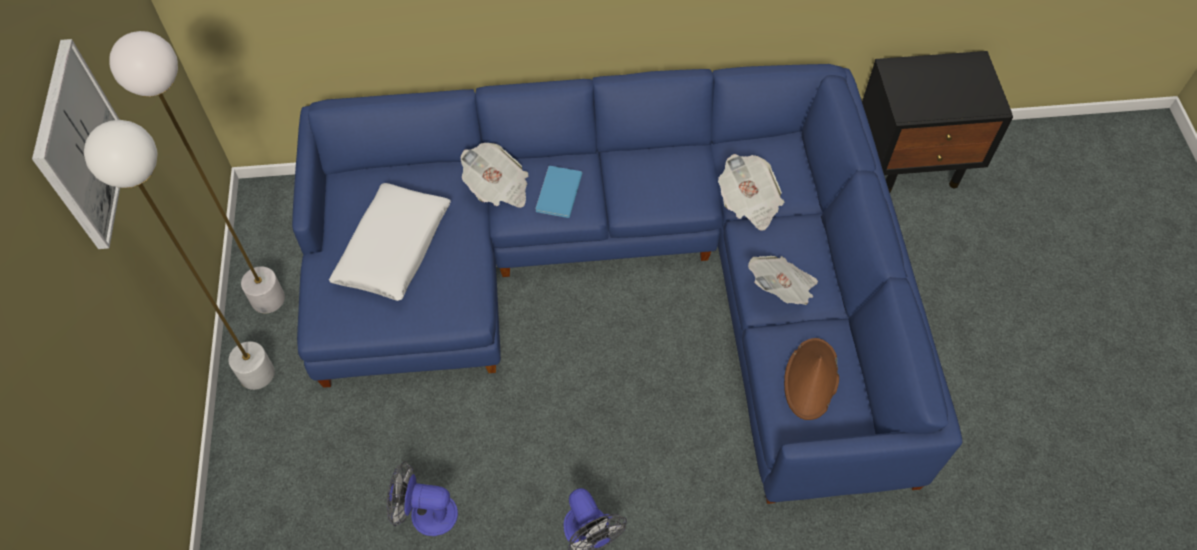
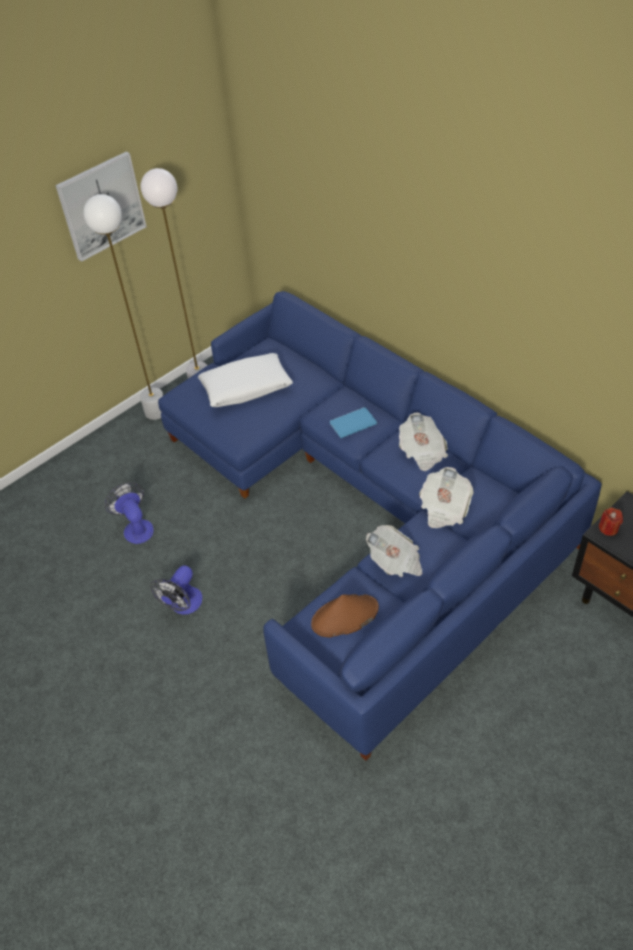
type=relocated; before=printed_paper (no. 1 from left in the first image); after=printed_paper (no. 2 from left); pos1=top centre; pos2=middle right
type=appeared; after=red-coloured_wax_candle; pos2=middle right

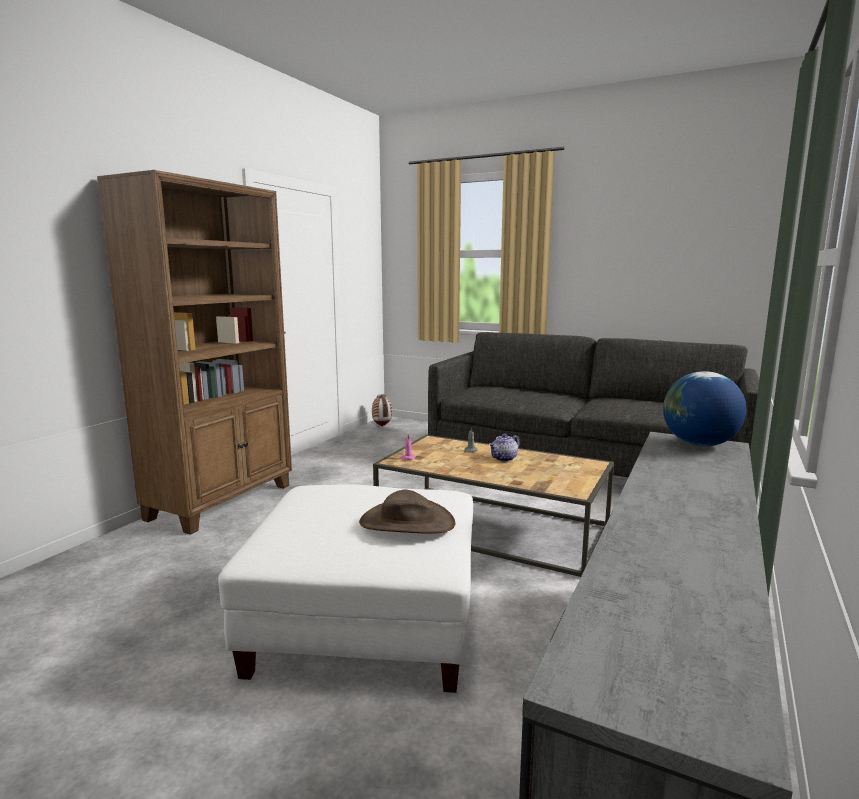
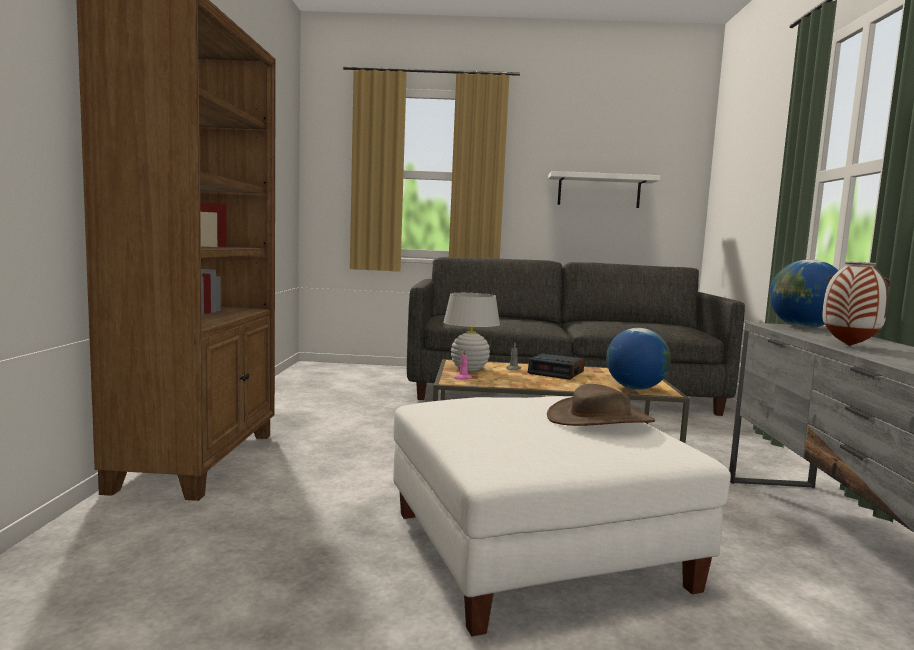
type=appeared; after=white-coloured_table_lamp; pos2=centre
type=exchanged; before=tea_pot; after=alarm_clock; pos1=centre; pos2=centre
type=appeared; after=white-coloured_shelf; pos2=top centre
type=appeared; after=desk_globe (no. 1 from left); pos2=middle right
type=relocated; before=decorative_vase; pos1=centre; pos2=middle right

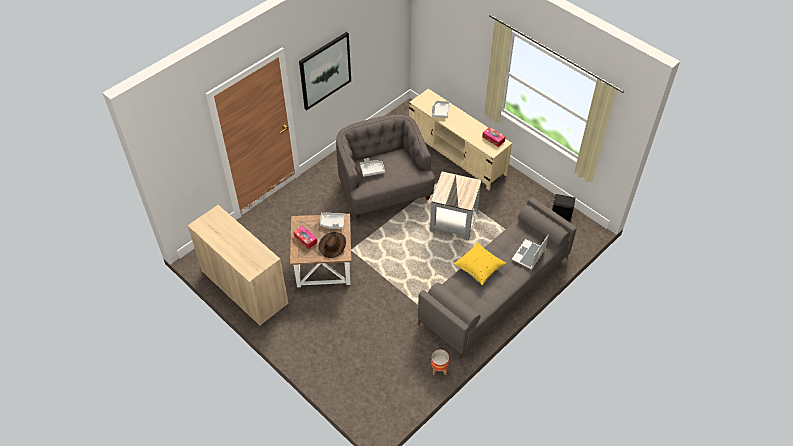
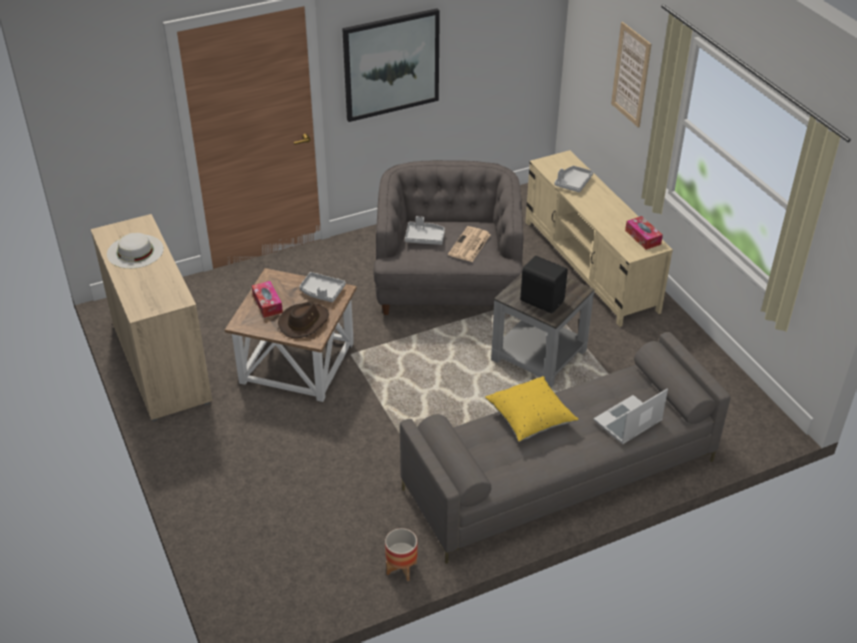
type=appeared; after=white-coloured_clothing_hat; pos2=middle left
type=appeared; after=printed_paper; pos2=centre
type=relocated; before=black-coloured_loudspeaker; pos1=middle right; pos2=centre
type=appeared; after=wall_picture (no. 2 from left); pos2=top right

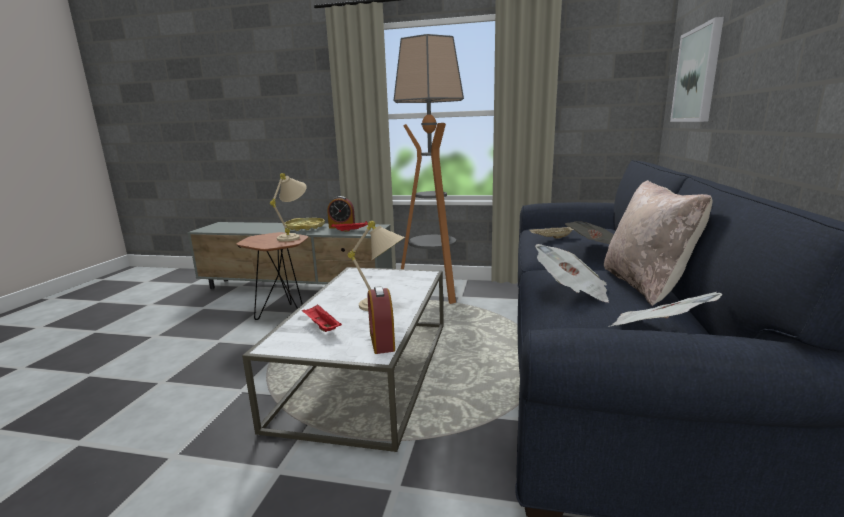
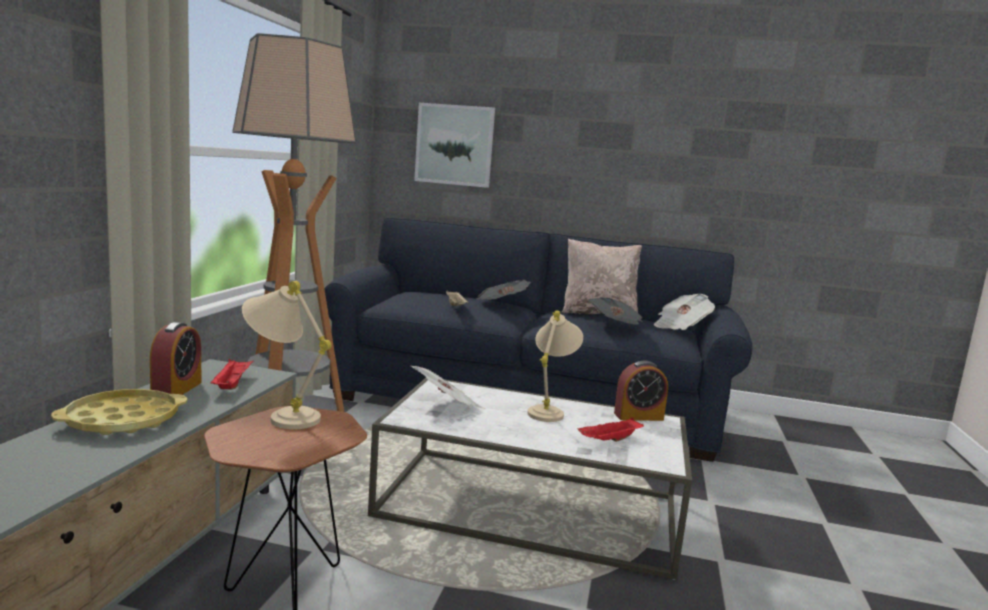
type=appeared; after=printed_paper (no. 1 from left); pos2=centre

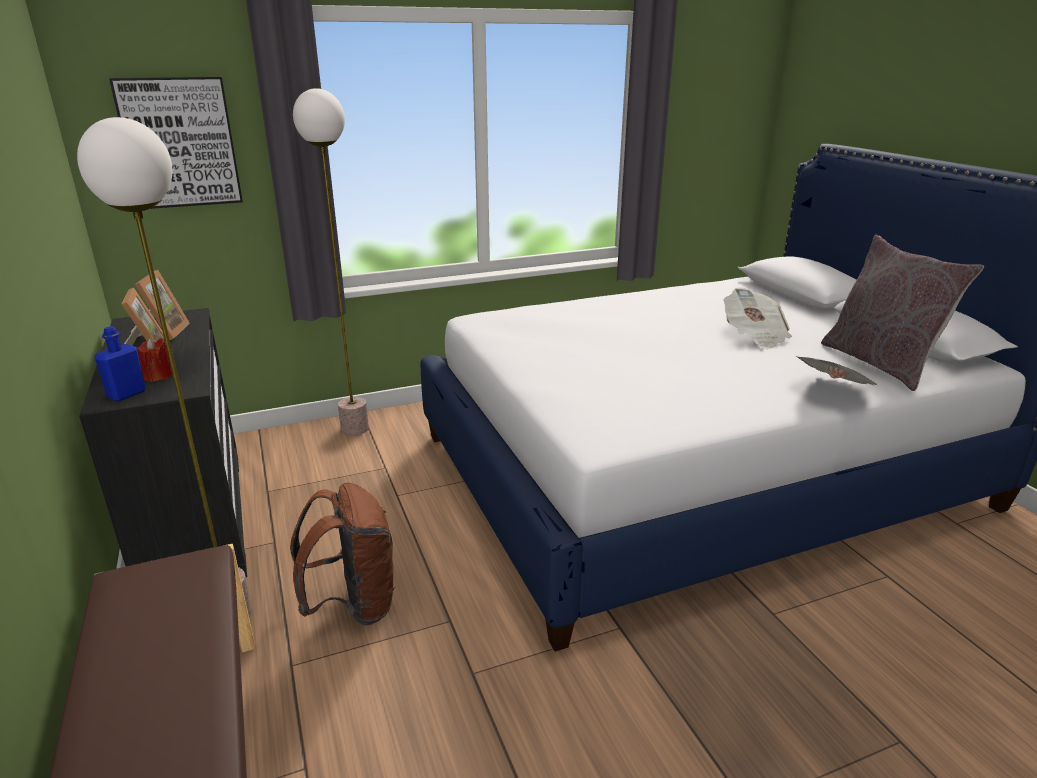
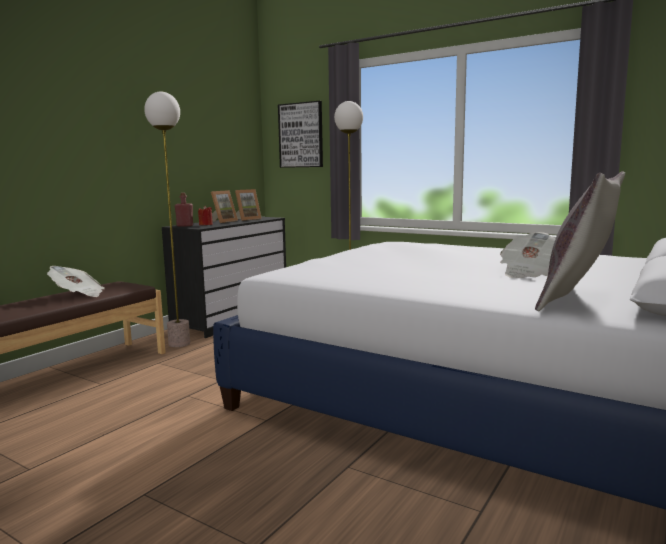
type=relocated; before=printed_paper (no. 2 from left in the first image); after=printed_paper (no. 1 from left); pos1=middle right; pos2=middle left
type=colour; before=blue_bottle; after=red-coloured_bottle; pos1=middle left; pos2=middle left
type=missing; before=brownish_rucksack; pos1=bottom left

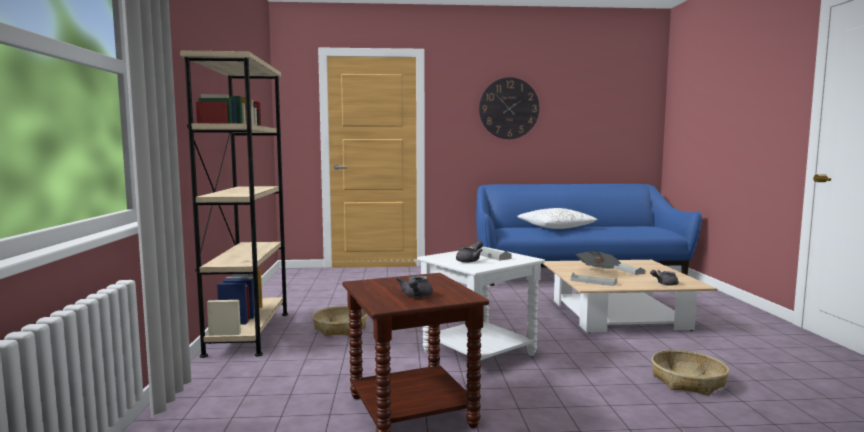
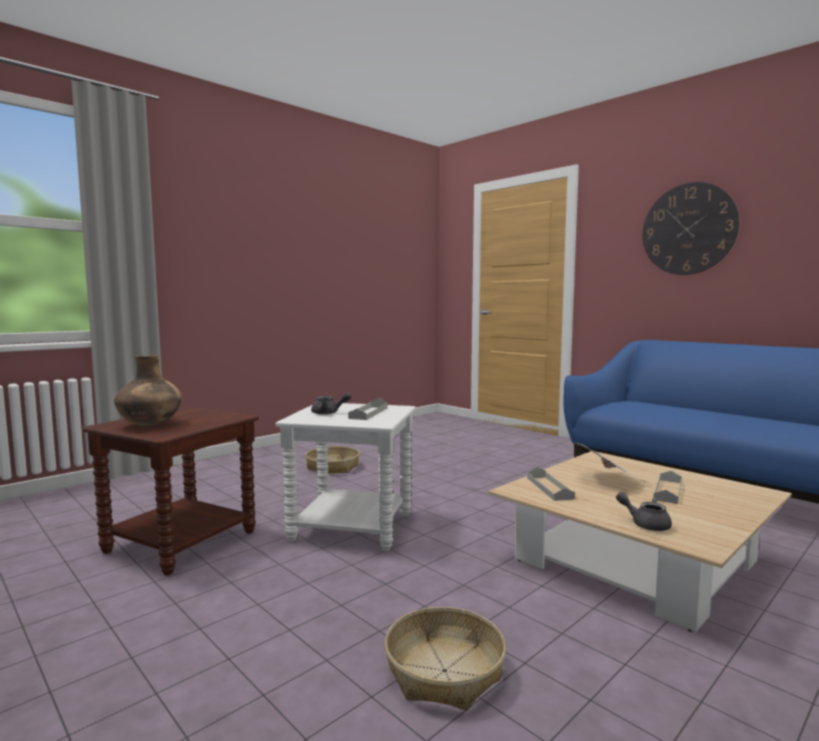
type=exchanged; before=gray_tea_pot (no. 1 from left); after=brownish_decorative_vase; pos1=centre; pos2=middle left
type=missing; before=beige_bookshelf; pos1=middle left
type=missing; before=white-coloured_cushion; pos1=centre

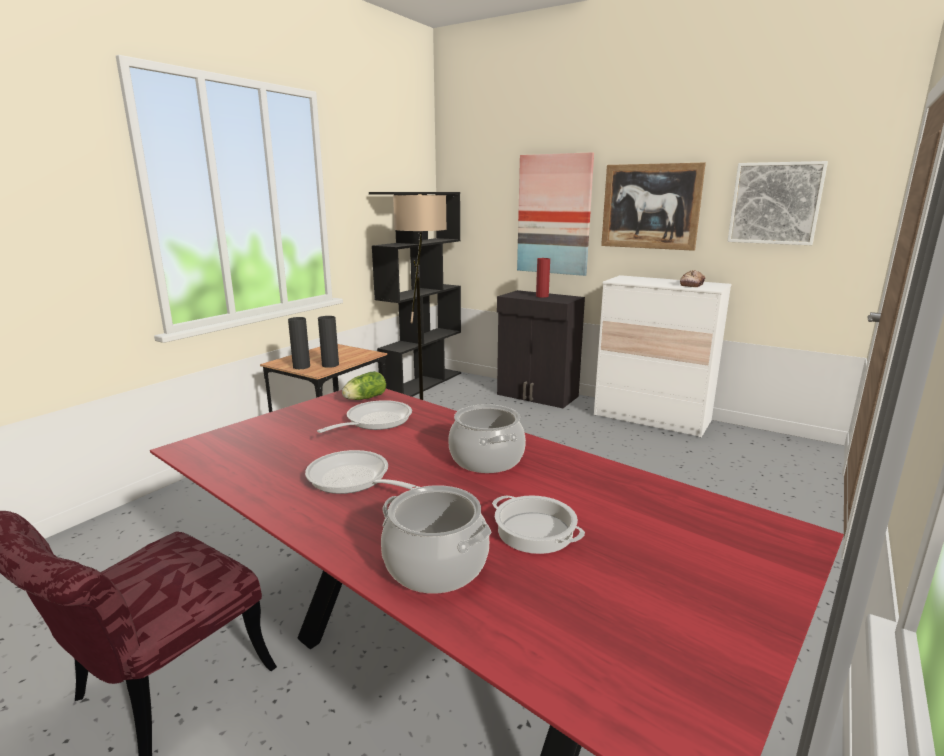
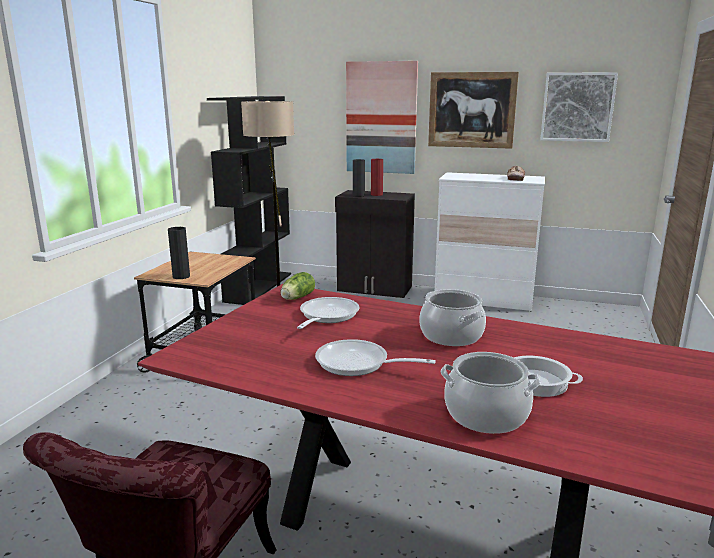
type=relocated; before=black-coloured_decorative_vase (no. 2 from left); pos1=centre; pos2=top centre

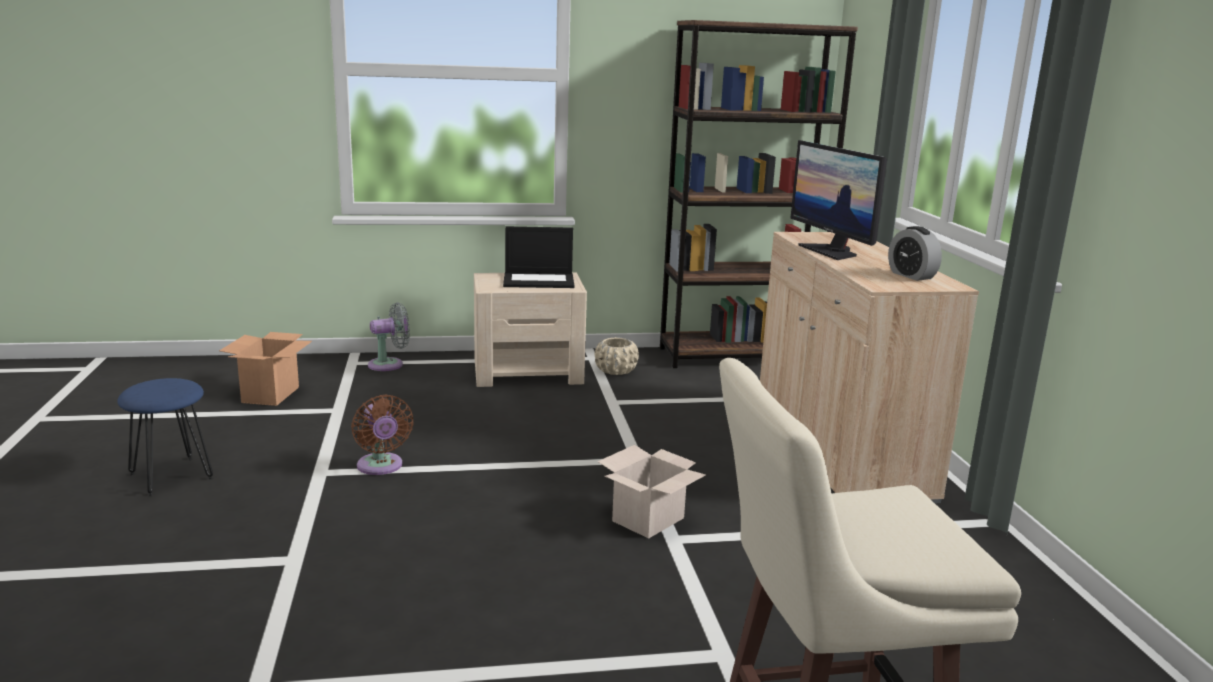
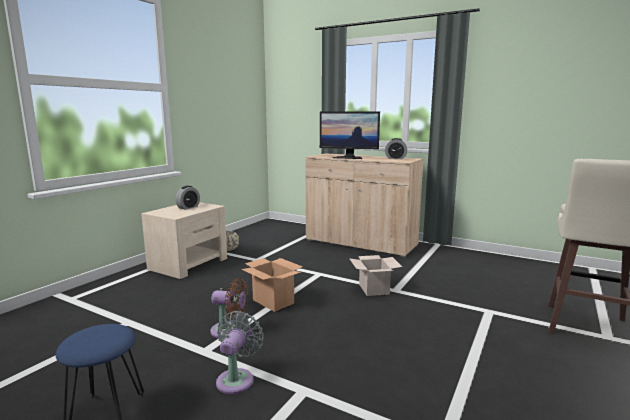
type=exchanged; before=notebook_computer; after=alarm_clock (no. 1 from left); pos1=centre; pos2=middle left
type=relocated; before=gray_electric_fan; pos1=middle left; pos2=bottom centre
type=relocated; before=cardboard_box (no. 1 from left); pos1=middle left; pos2=bottom centre
type=missing; before=brownish_bookshelf; pos1=top centre

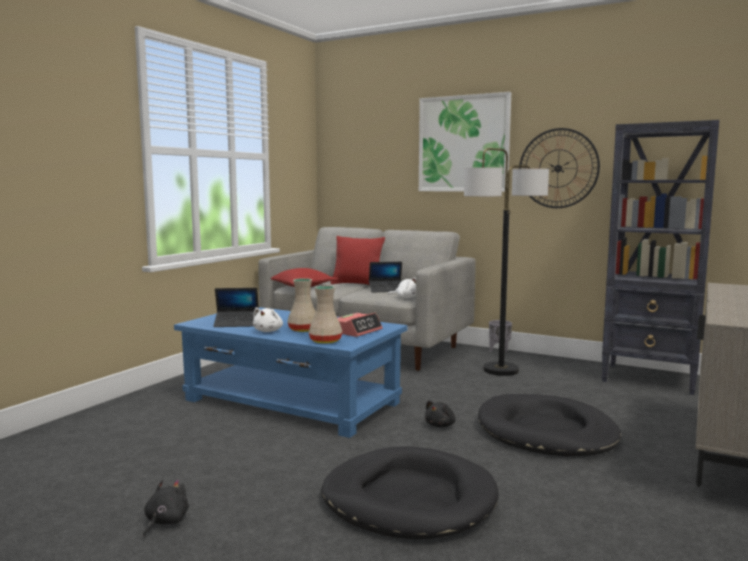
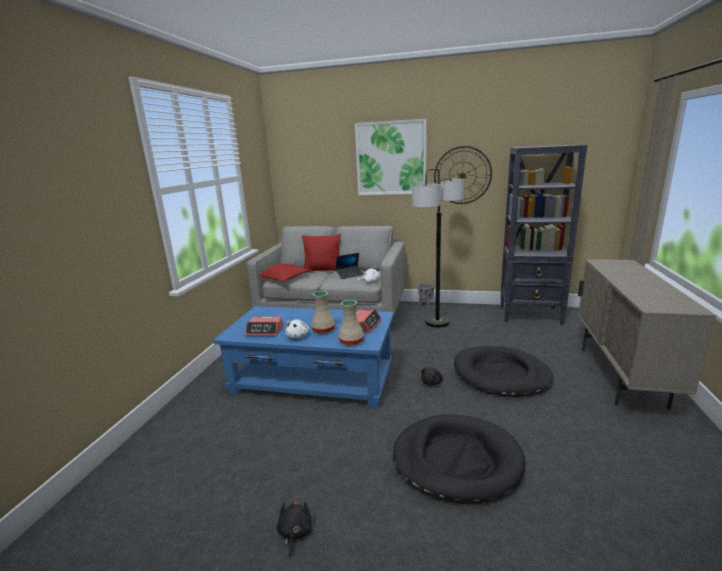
type=exchanged; before=notebook_computer (no. 1 from left); after=alarm_clock (no. 1 from left); pos1=middle left; pos2=centre

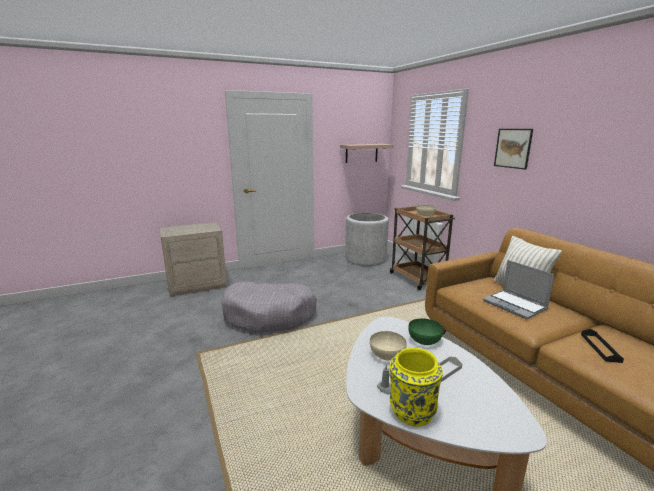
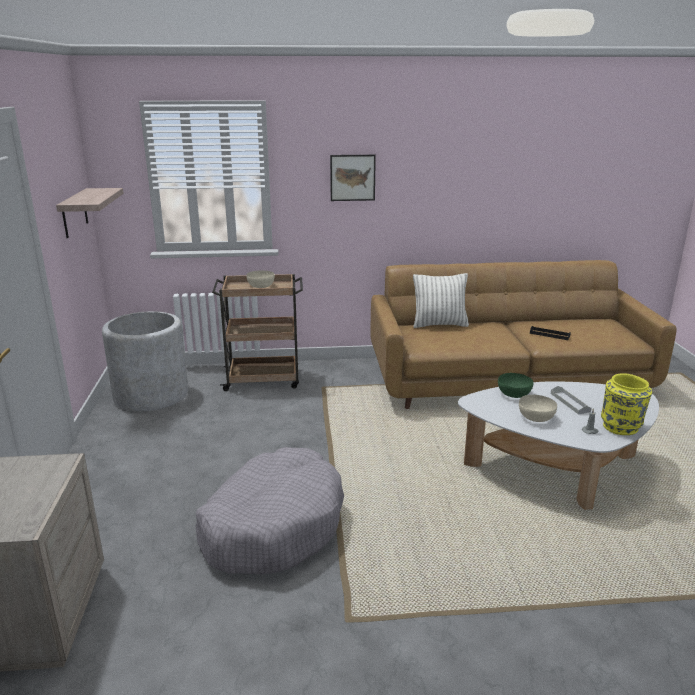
type=missing; before=notebook_computer; pos1=middle right

